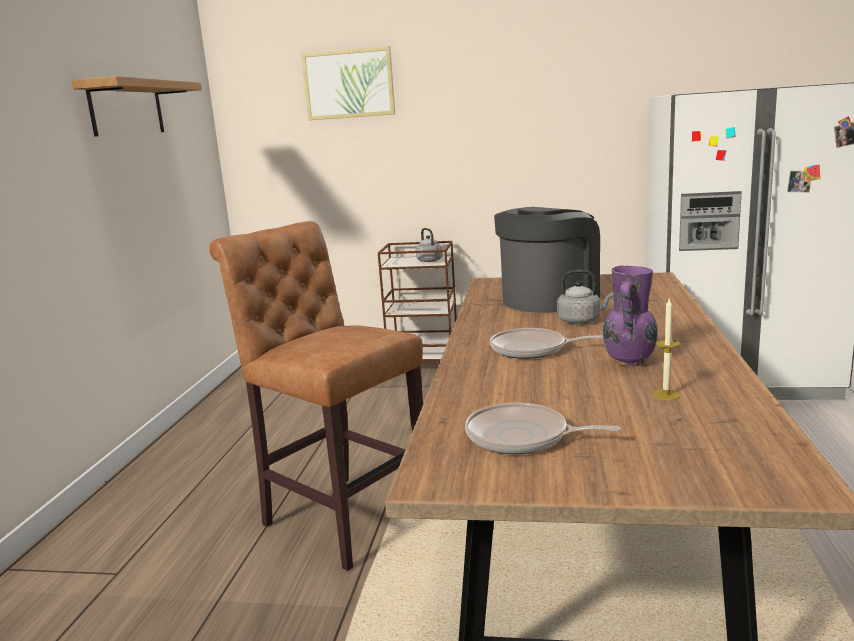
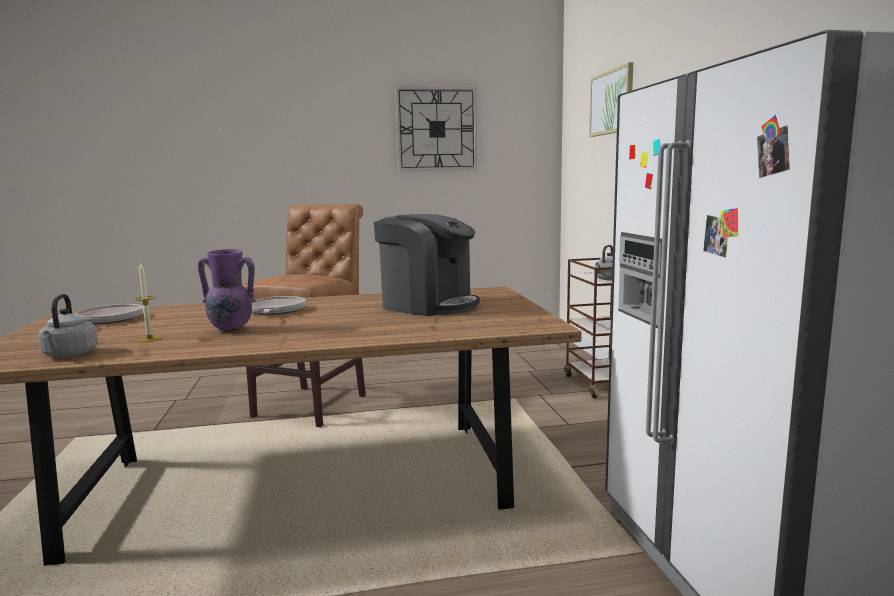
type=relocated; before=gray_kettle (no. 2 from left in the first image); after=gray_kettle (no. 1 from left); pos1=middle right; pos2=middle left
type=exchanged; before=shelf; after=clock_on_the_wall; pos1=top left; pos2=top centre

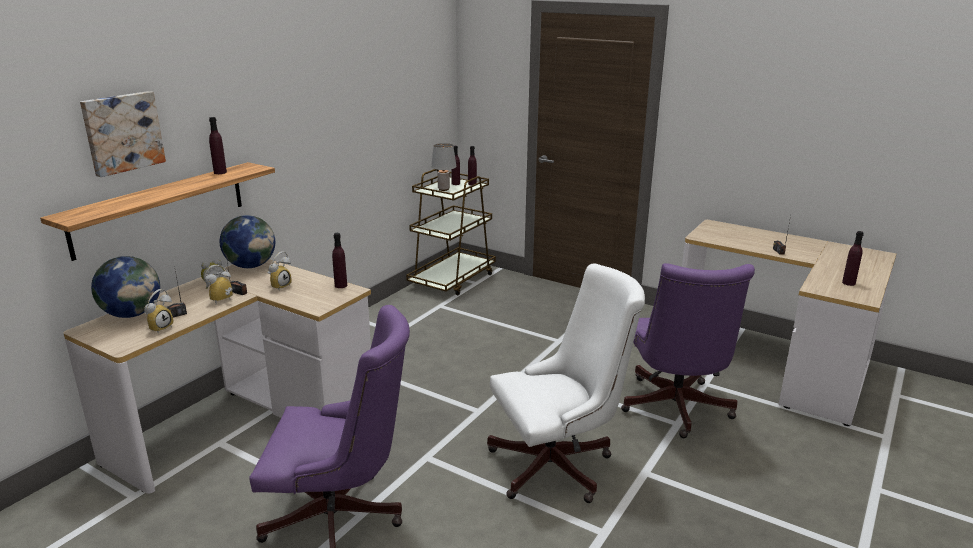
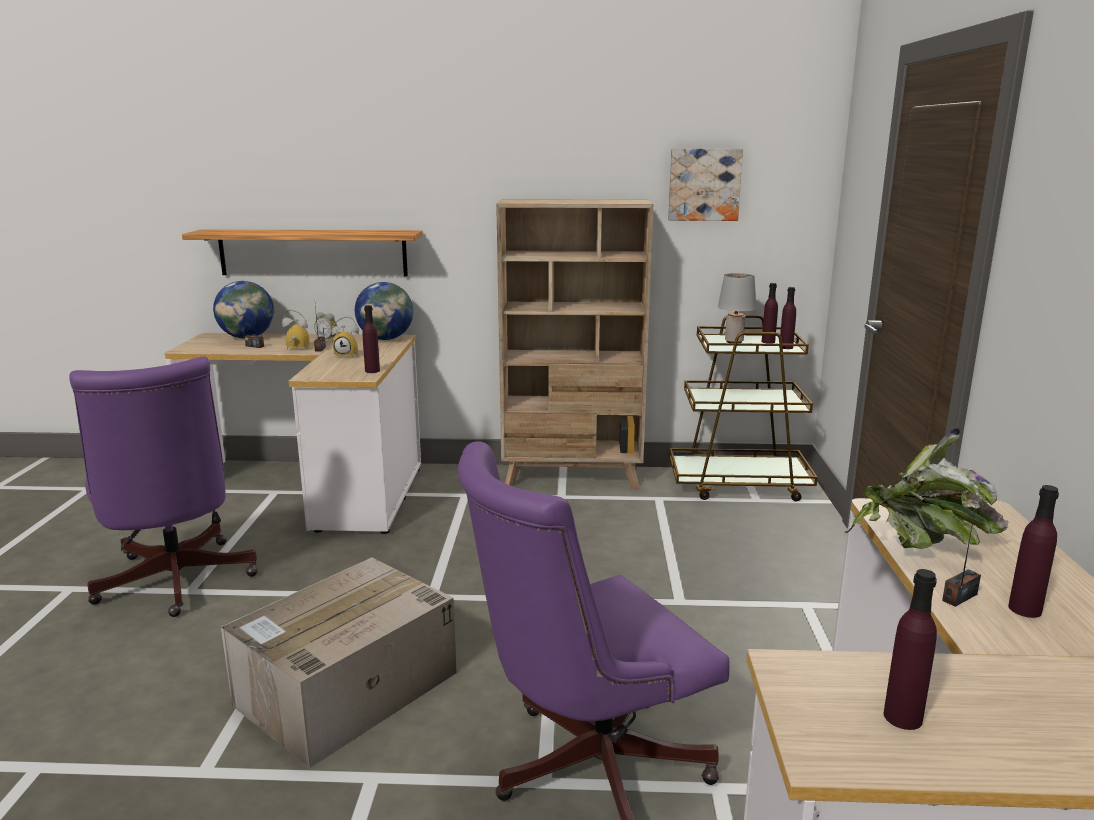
type=exchanged; before=white-coloured_office_chair; after=cardboard_box; pos1=bottom centre; pos2=bottom left
type=appeared; after=beige_bookshelf; pos2=centre
type=relocated; before=wall_picture; pos1=top left; pos2=top centre
type=appeared; after=potted_plant; pos2=middle right
type=relocated; before=purple_bottle (no. 1 from left in the first image); after=purple_bottle (no. 5 from left); pos1=top left; pos2=bottom right
type=missing; before=alarm_clock (no. 1 from left); pos1=middle left

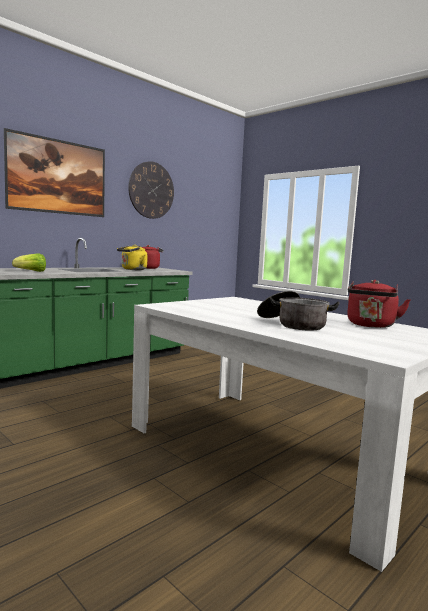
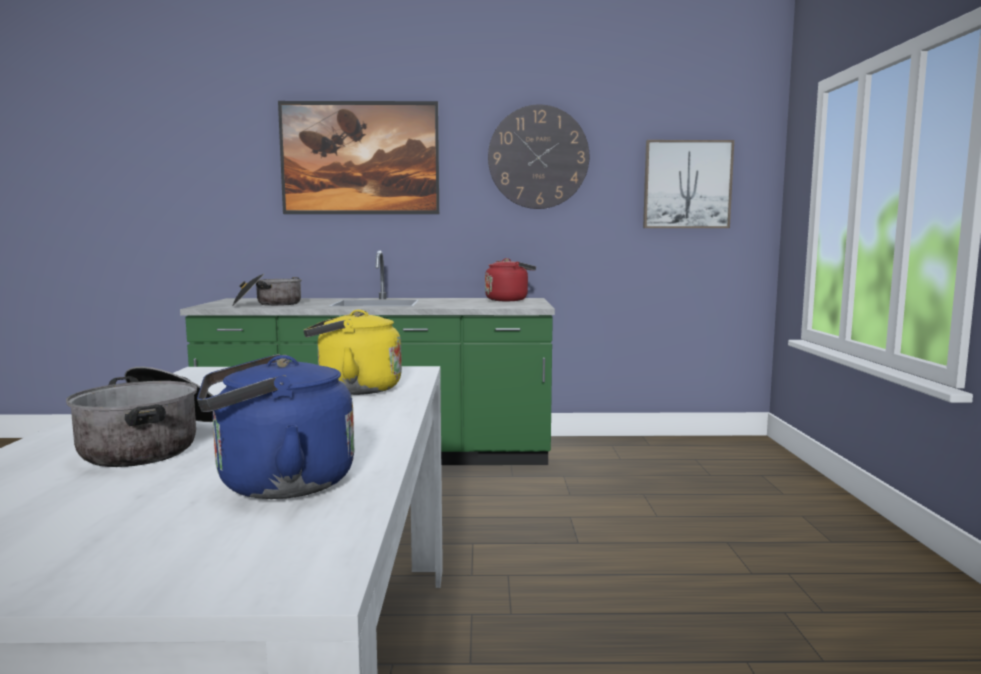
type=colour; before=red-coloured_kettle (no. 2 from left); after=blue_kettle; pos1=middle right; pos2=middle left
type=exchanged; before=lettuce; after=saucepot (no. 2 from left); pos1=middle left; pos2=middle left
type=relocated; before=yellowish_kettle; pos1=middle left; pos2=centre
type=appeared; after=wall_picture (no. 2 from left); pos2=top right

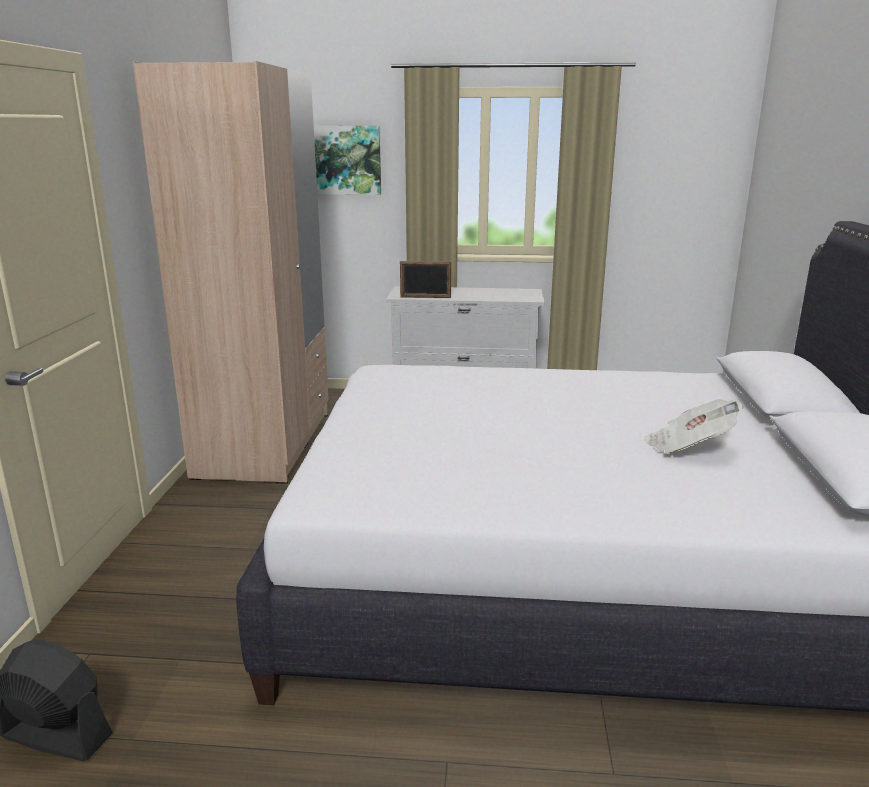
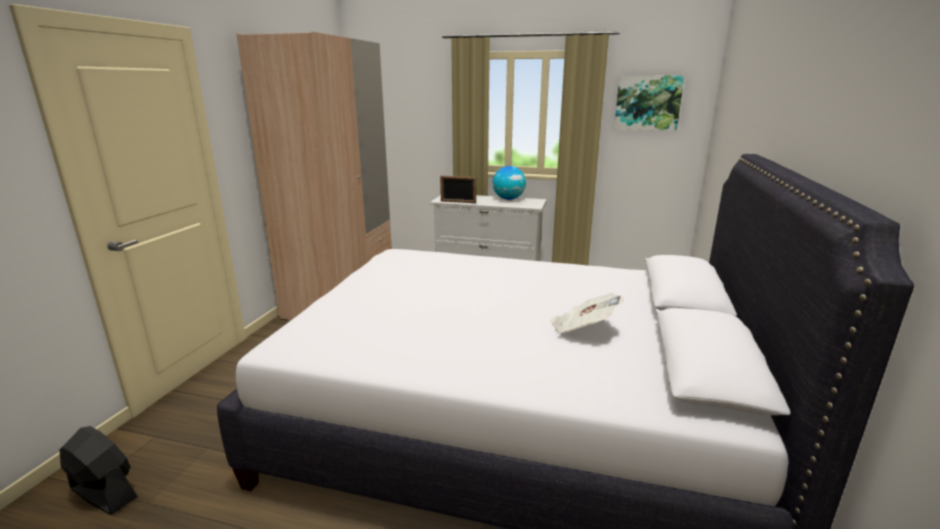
type=appeared; after=desk_globe; pos2=centre
type=relocated; before=wall_picture; pos1=top centre; pos2=top right

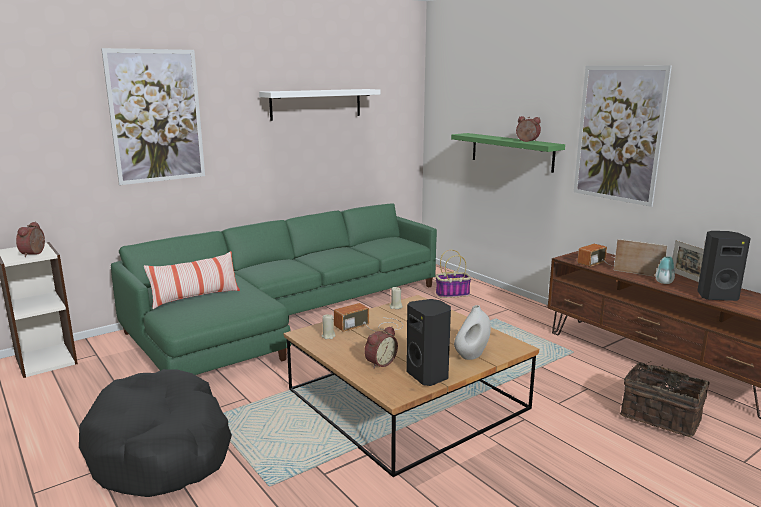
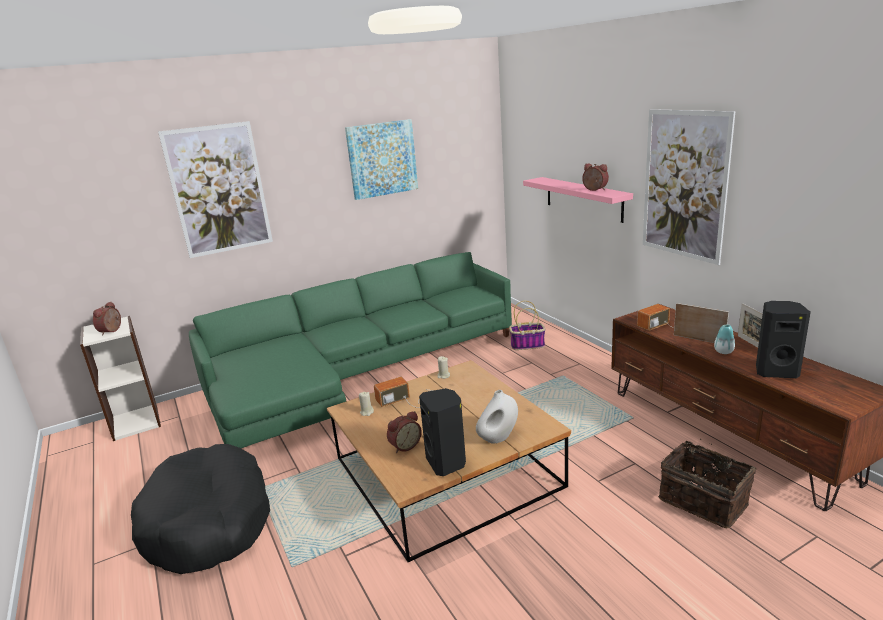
type=exchanged; before=white-coloured_shelf; after=wall_picture (no. 2 from left); pos1=top centre; pos2=top centre
type=colour; before=green-coloured_shelf; after=pinkish_shelf; pos1=top right; pos2=top centre
type=missing; before=cushion; pos1=middle left

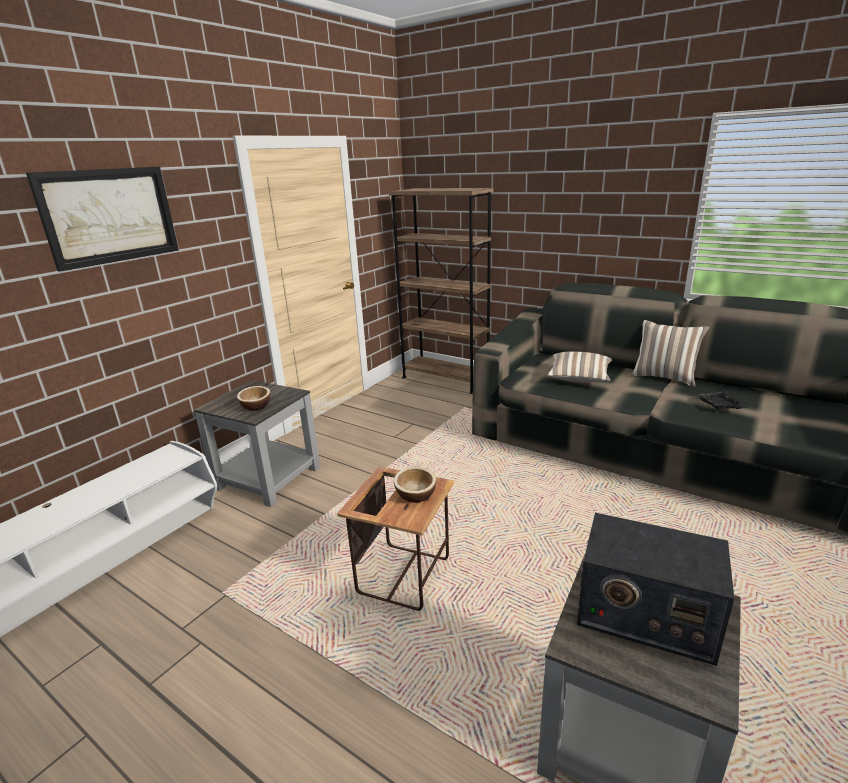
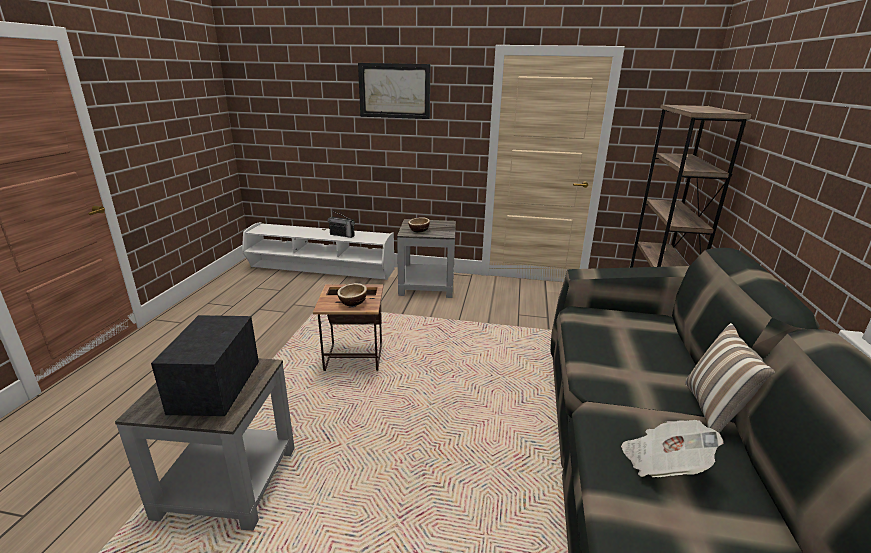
type=appeared; after=radio (no. 2 from left); pos2=centre
type=exchanged; before=black-coloured_serving_tray; after=printed_paper; pos1=middle right; pos2=bottom right
type=missing; before=cushion (no. 1 from left); pos1=middle right

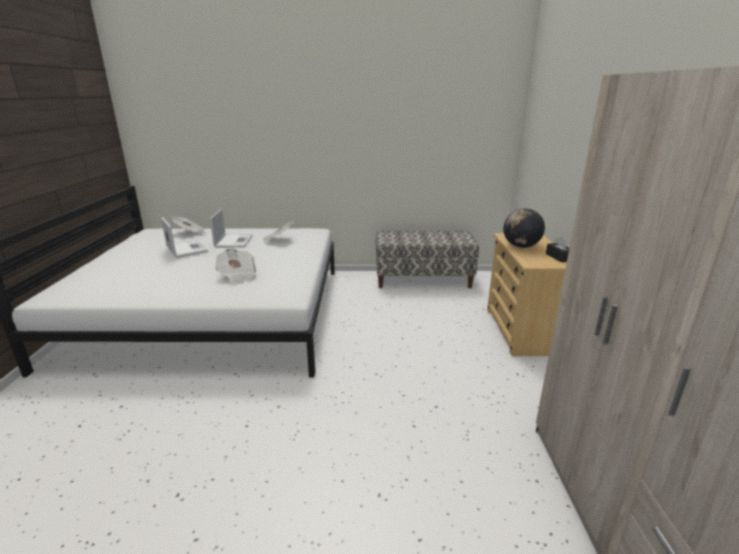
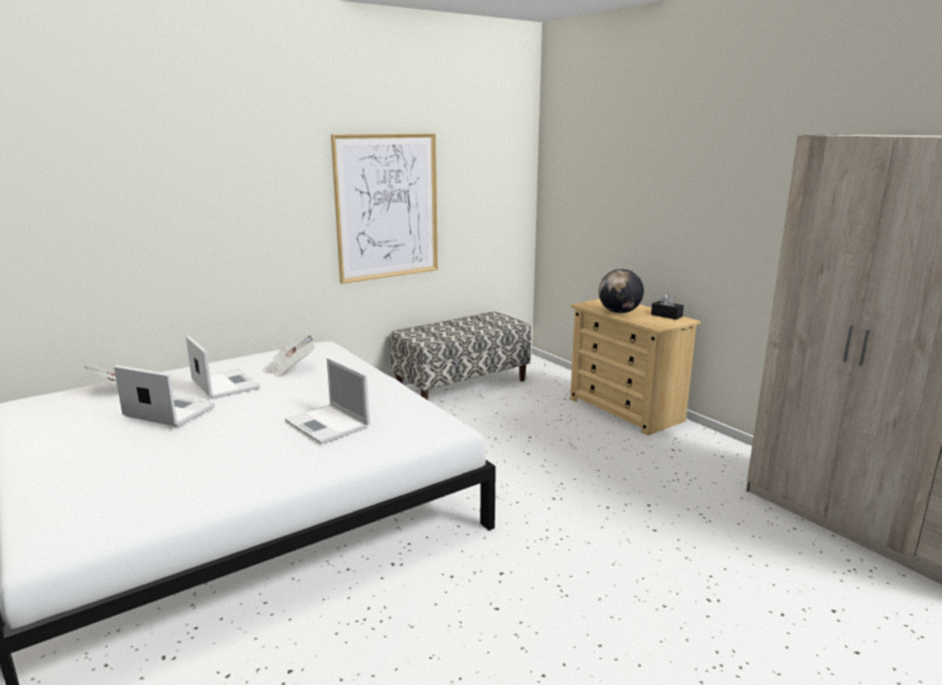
type=exchanged; before=printed_paper (no. 2 from left); after=notebook_computer (no. 3 from left); pos1=middle left; pos2=centre
type=appeared; after=wall_picture; pos2=top centre

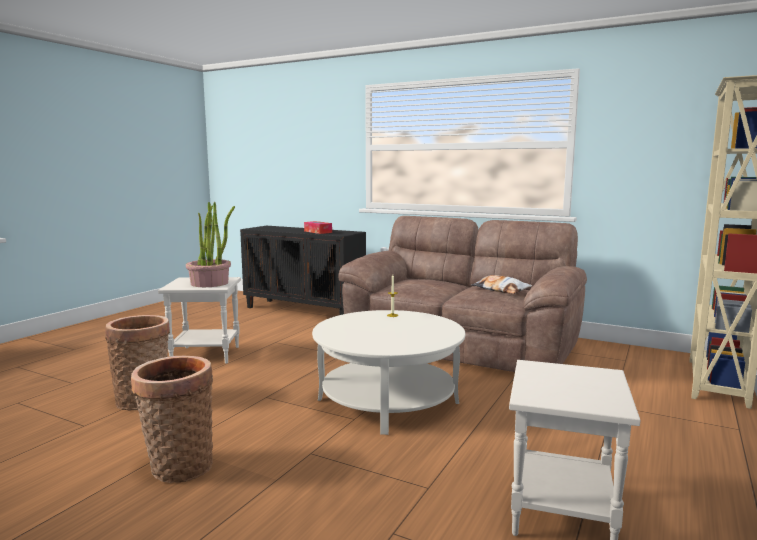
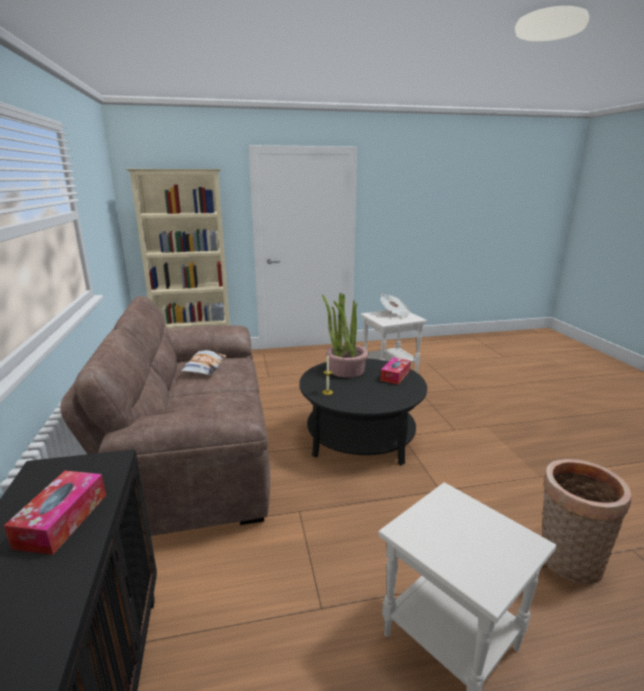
type=colour; before=white-coloured_low_table; after=black-coloured_low_table; pos1=bottom centre; pos2=centre
type=relocated; before=potted_plant; pos1=middle left; pos2=centre
type=appeared; after=printed_paper; pos2=centre
type=appeared; after=box_of_tissues (no. 2 from left); pos2=centre
type=missing; before=storage_basket (no. 2 from left); pos1=bottom left

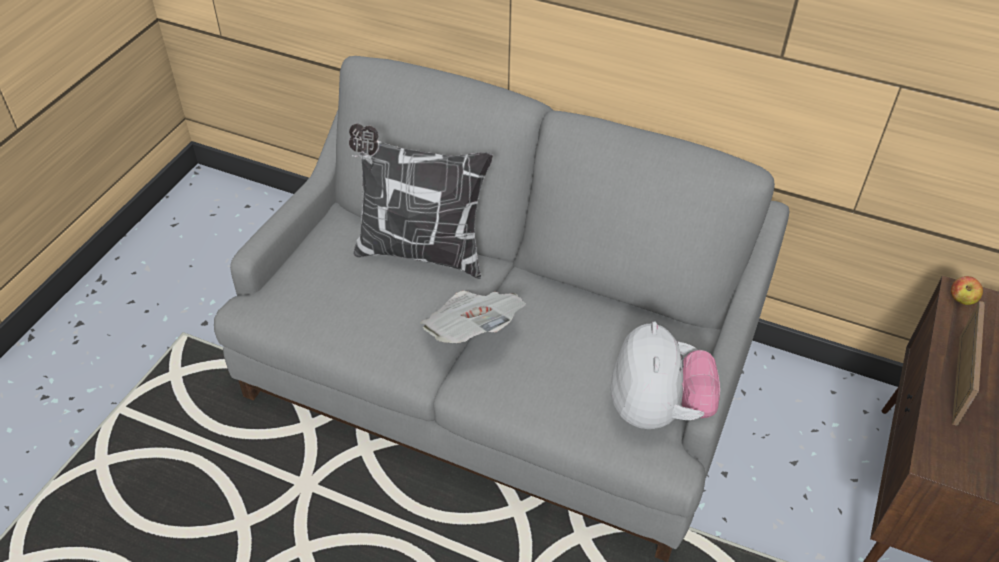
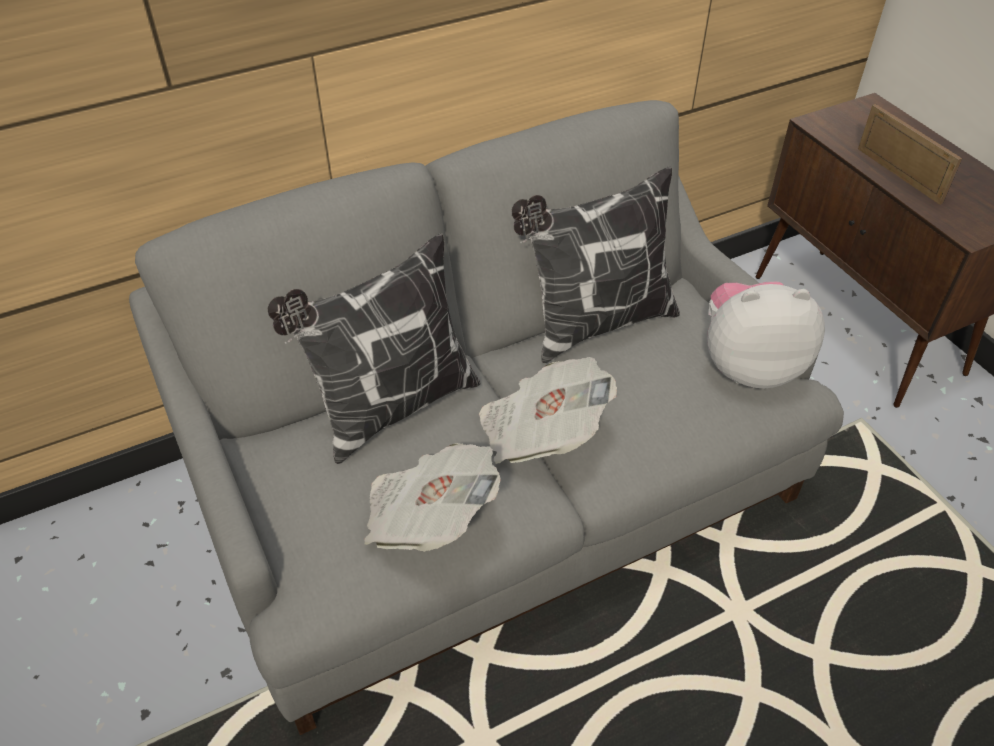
type=appeared; after=printed_paper (no. 1 from left); pos2=centre
type=appeared; after=cushion (no. 2 from left); pos2=centre
type=spun; before=cuddly_toy; pos1=bottom centre; pos2=middle right; turn=-45
type=missing; before=whole_apple; pos1=middle right

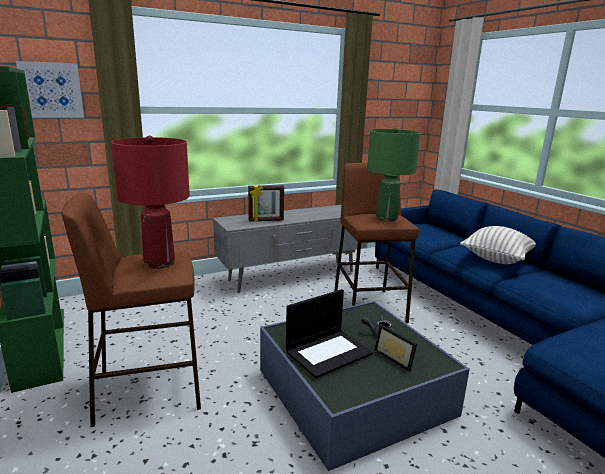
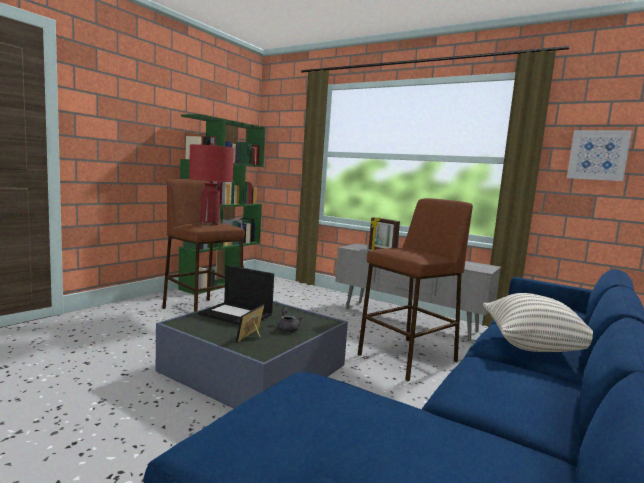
type=relocated; before=wall_picture; pos1=top left; pos2=top right
type=missing; before=green-coloured_table_lamp; pos1=centre

